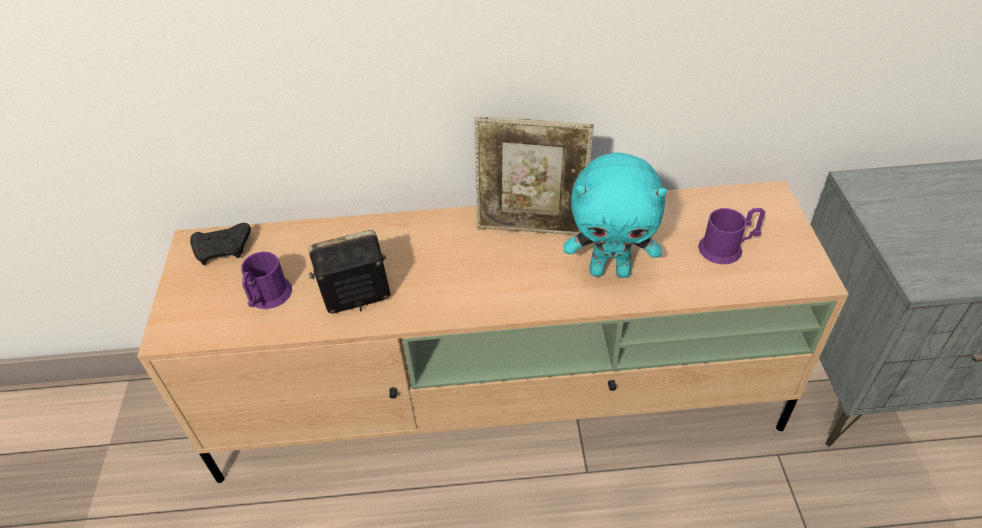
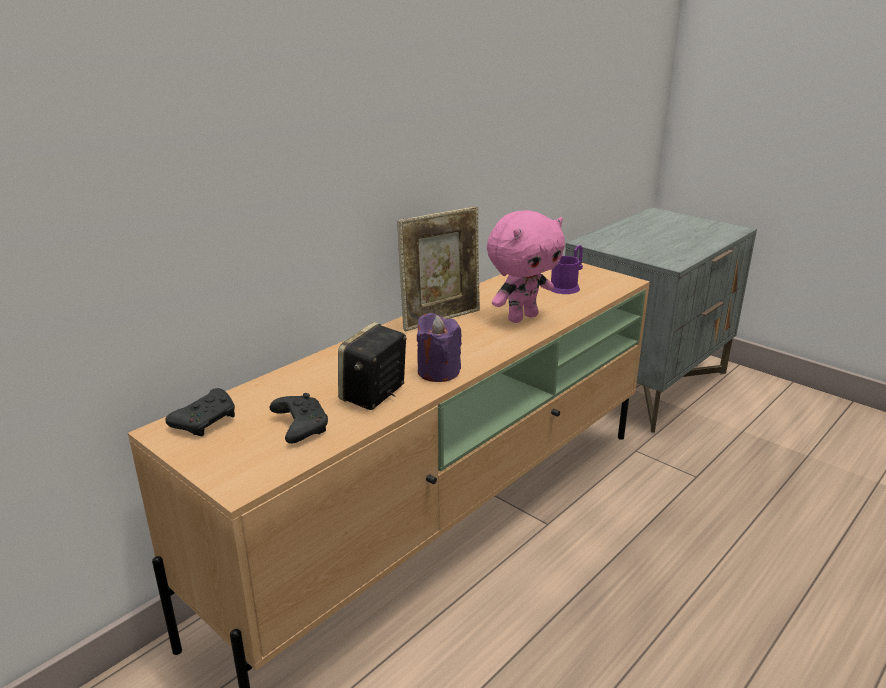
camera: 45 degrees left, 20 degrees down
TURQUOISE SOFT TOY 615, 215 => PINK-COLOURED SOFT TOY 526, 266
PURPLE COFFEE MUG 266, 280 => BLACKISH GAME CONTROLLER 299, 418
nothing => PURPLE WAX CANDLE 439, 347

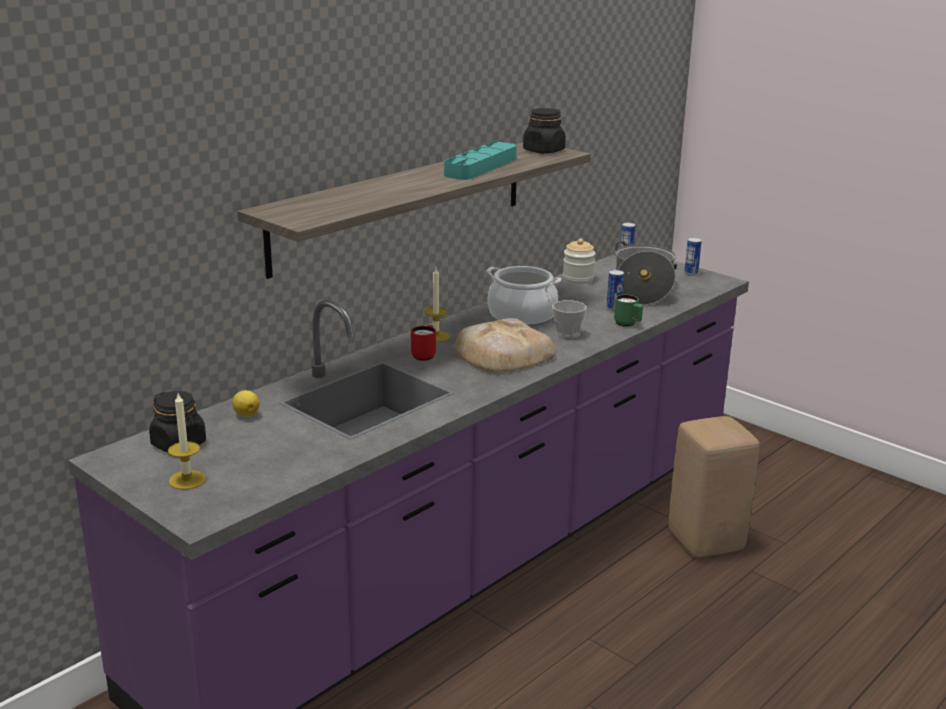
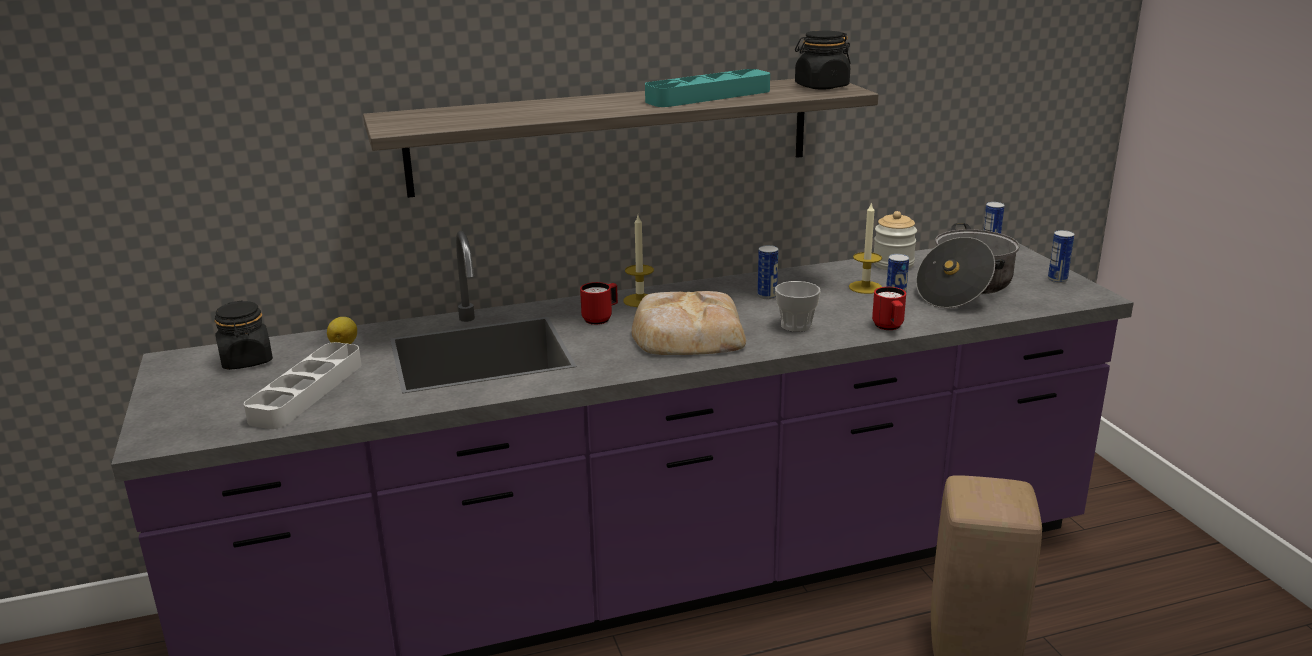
camera: 30 degrees right, 0 degrees up
STOCKPOT 524, 296 => METAL CAN 768, 272
GREENISH COFFEE MUG 628, 310 => RED COFFEE MUG 889, 308
WAX CANDLE 187, 441 => WAX CANDLE 865, 248, shifted
nothing => GRAY TRAY 303, 385

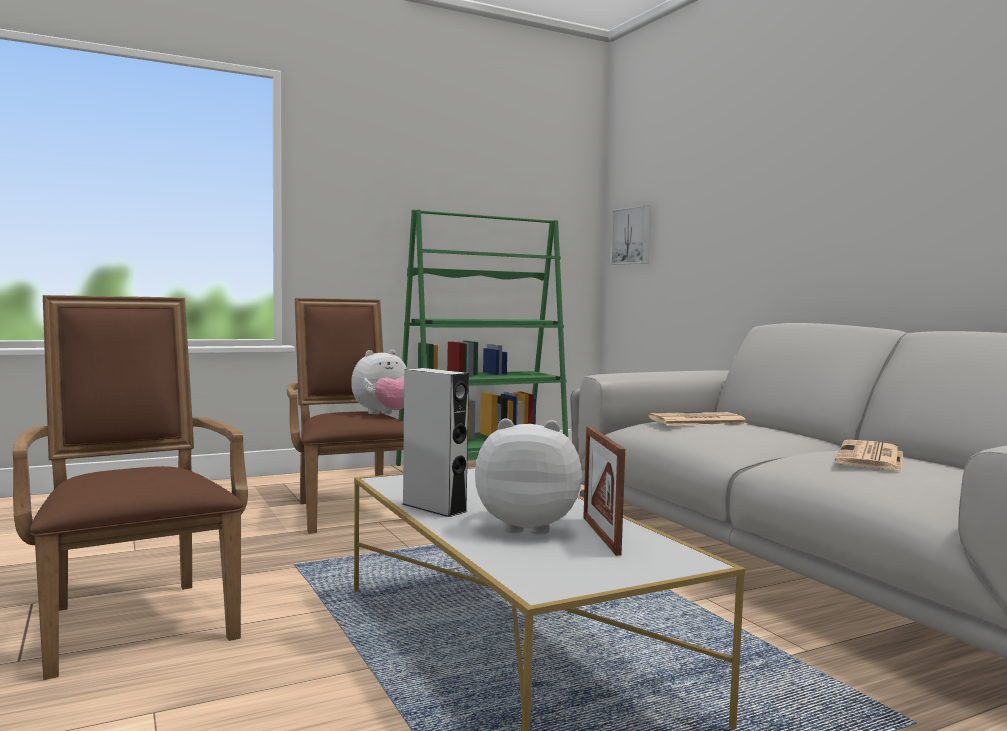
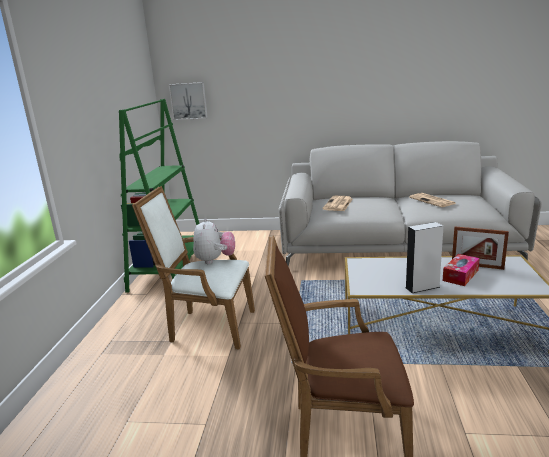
camera: 55 degrees left, 15 degrees up
BROWNISH EASY CHAIR 345, 416 => WHITE EASY CHAIR 193, 267
SOFT TOY 528, 476 => BOX OF TISSUES 461, 270

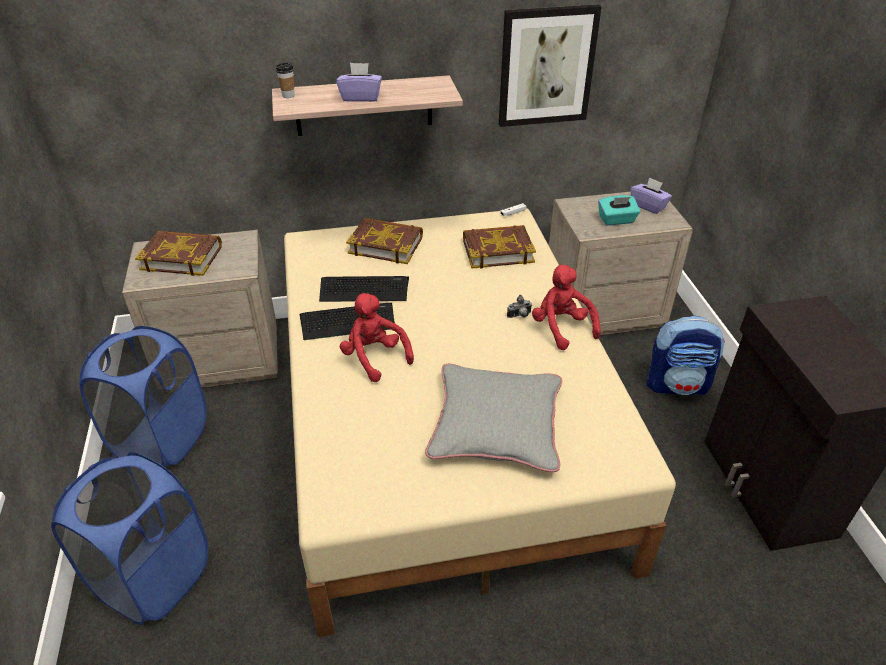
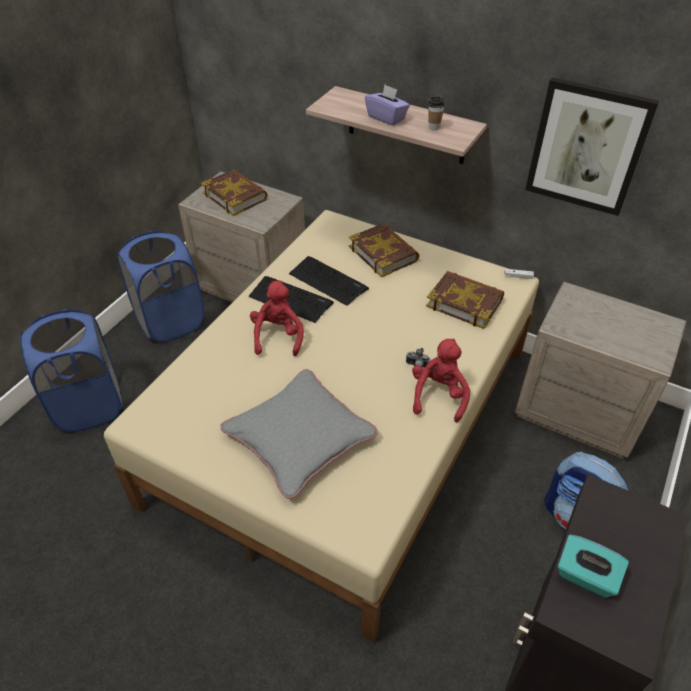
camera: 40 degrees right, 5 degrees up
CUP 285, 80 => CUP 436, 113, shifted
PURPLE BOX OF TISSUES 651, 195 => nothing
TURQUOISE BOX OF TISSUES 619, 210 => TURQUOISE BOX OF TISSUES 593, 566, shifted

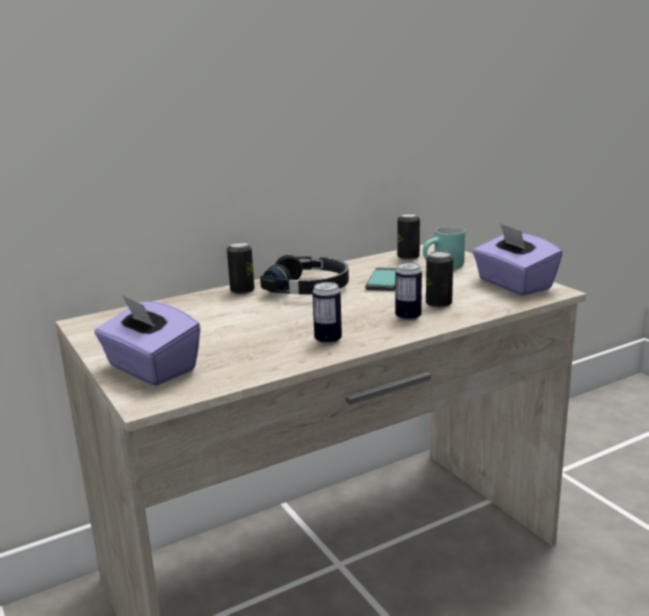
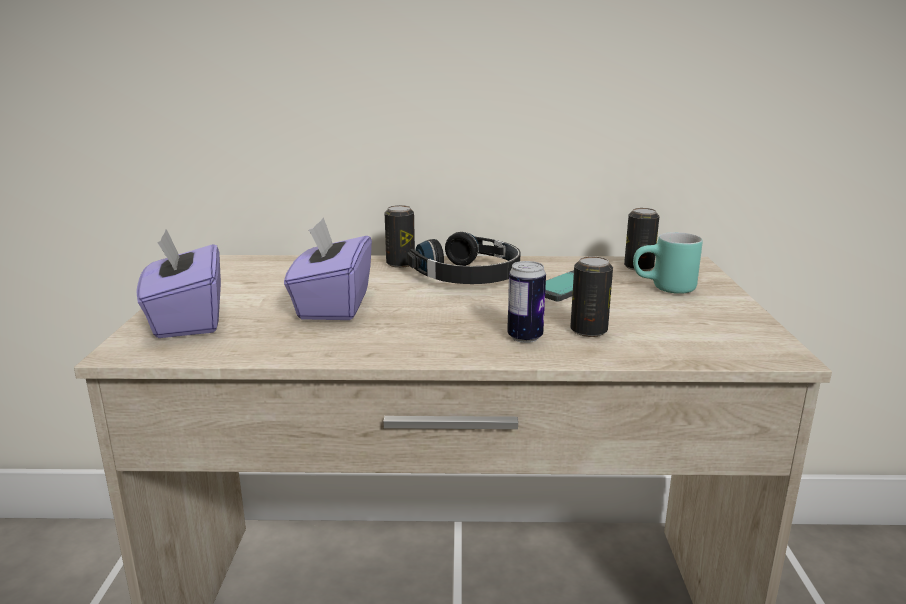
camera: 30 degrees right, 0 degrees up
PURPLE BOX OF TISSUES 518, 259 => PURPLE BOX OF TISSUES 328, 268, shifted
METAL CAN 327, 313 => nothing

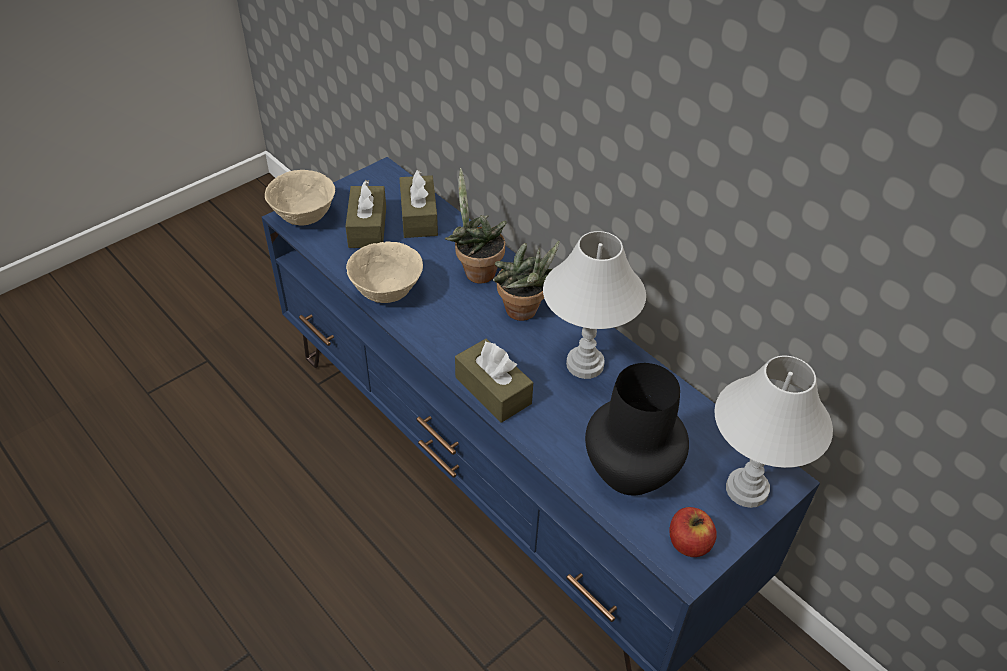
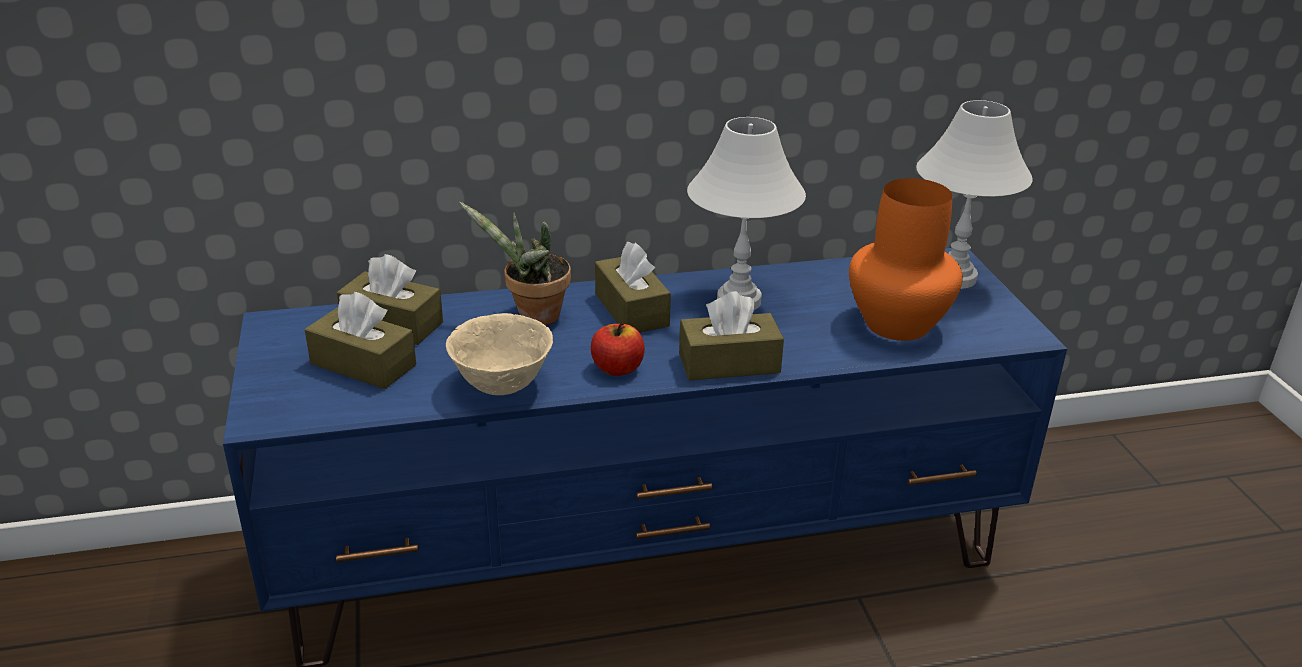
camera: 60 degrees left, 15 degrees down
BEIGE-COLOURED SERVING BOWL 300, 198 => nothing
PLANT IN A POT 526, 280 => BROWNISH BOX OF TISSUES 633, 287
BLACKISH FLOWER VASE 637, 429 => ORANGEY FLOWER VASE 906, 259
APPLE 693, 532 => APPLE 618, 349, shifted

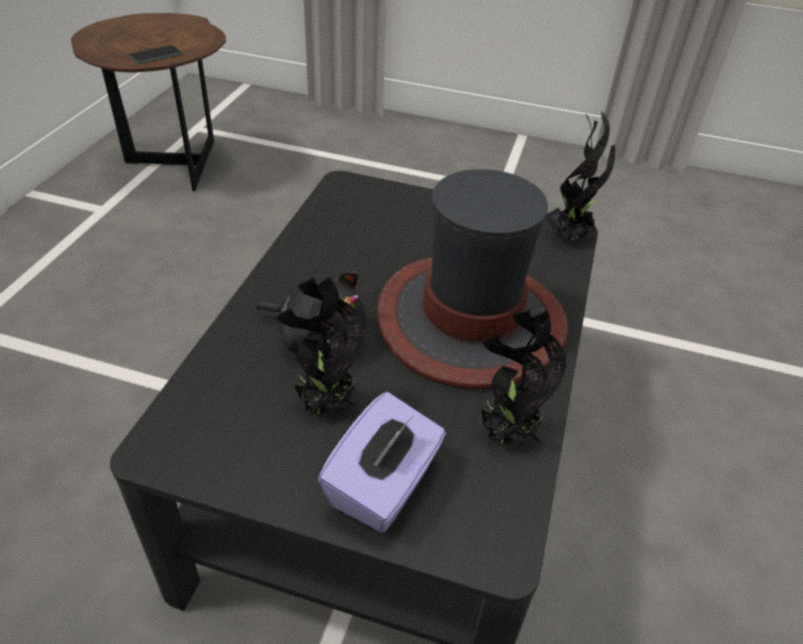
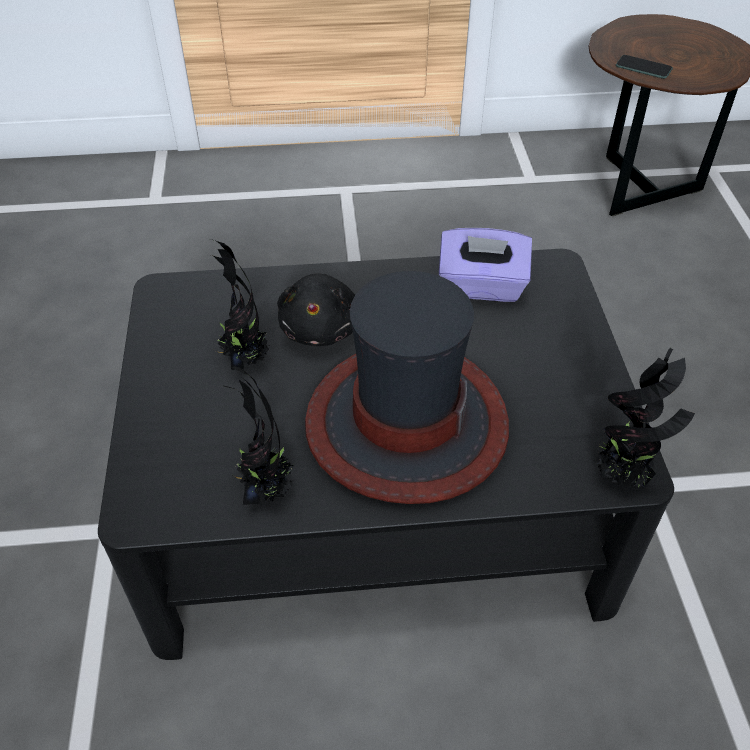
camera: 70 degrees right, 5 degrees up
PURPLE BOX OF TISSUES 382, 462 => PURPLE BOX OF TISSUES 485, 265, shifted

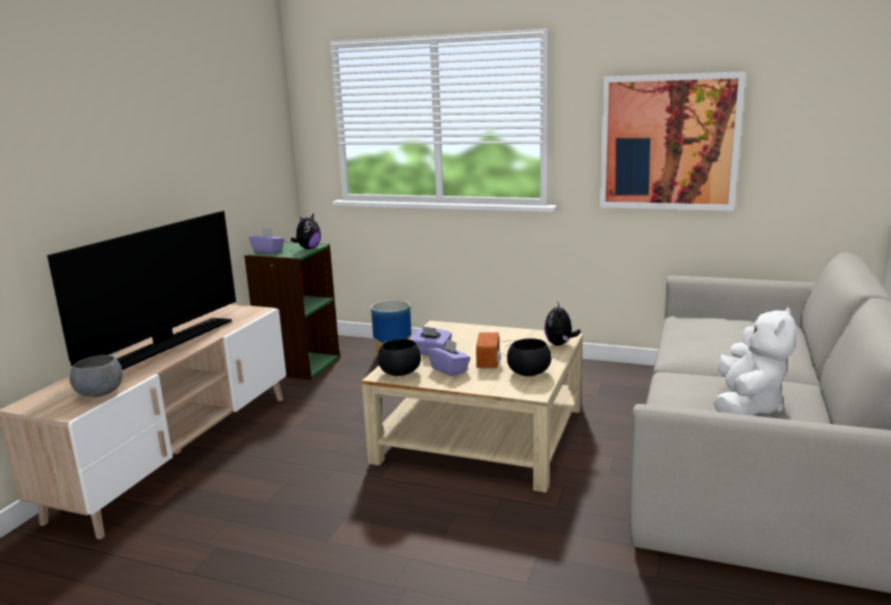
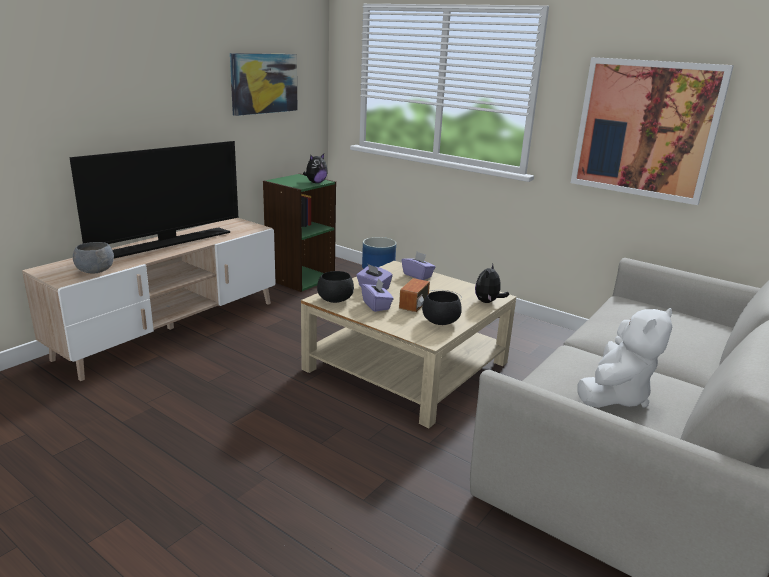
camera: 15 degrees right, 5 degrees up
PURPLE BOX OF TISSUES 266, 241 => PURPLE BOX OF TISSUES 418, 266, shifted
nothing => PICTURE 263, 84

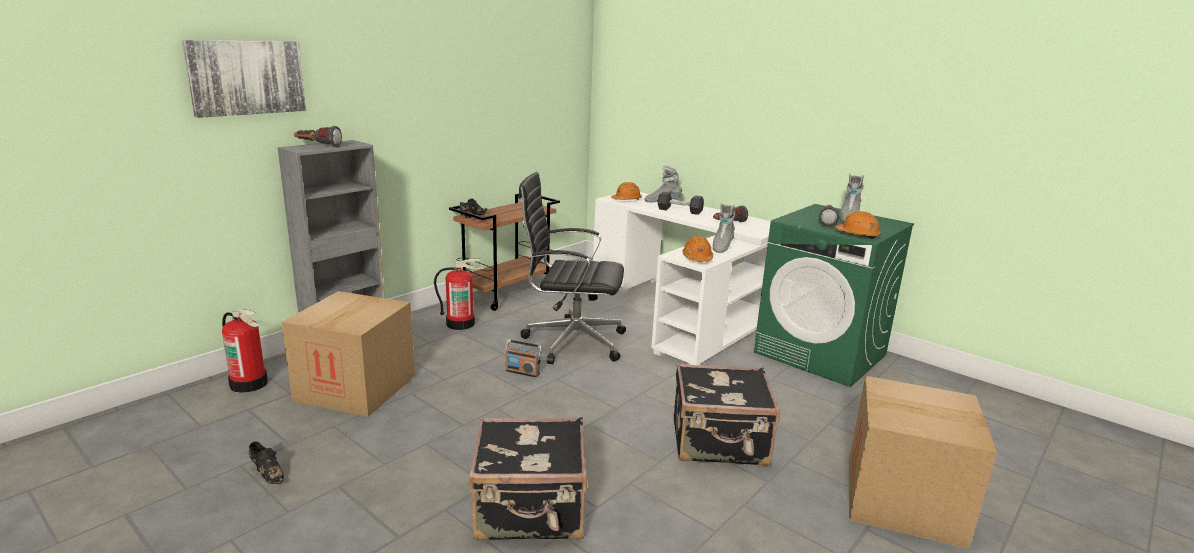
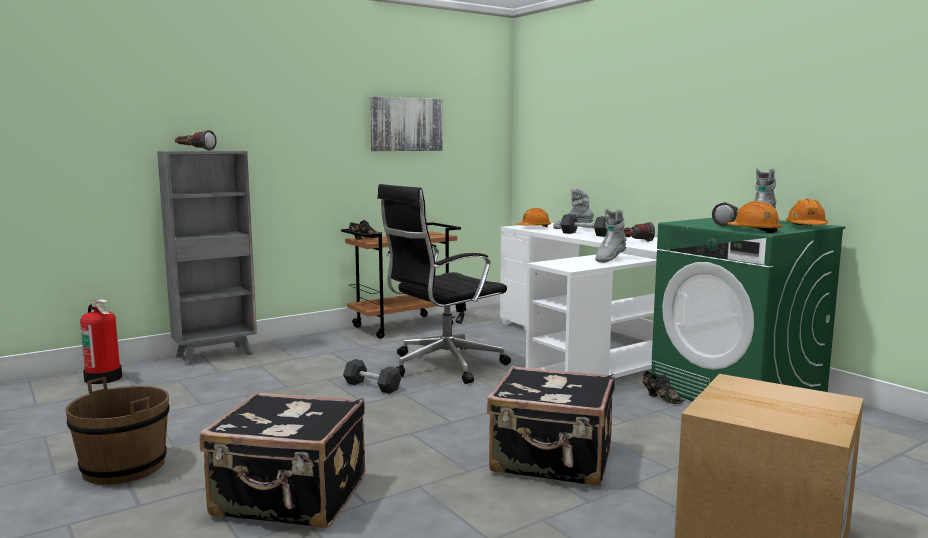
camera: 15 degrees right, 10 degrees down
PICTURE 244, 79 => PICTURE 406, 123, shifted
BLACKISH DESK CHAIR 572, 268 => BLACKISH DESK CHAIR 444, 284, 60 degrees counterclockwise
ORANGEY SAFETY HELMET 697, 248 => ORANGEY SAFETY HELMET 807, 211, shifted
EXTINGUISHER 459, 294 => nothing
CARTON 348, 354 => nothing
RADIO SET 523, 358 => BLACKISH FREE WEIGHT 372, 376
BLACKISH ITEM OF FOOTWEAR 266, 463 => BLACKISH ITEM OF FOOTWEAR 663, 387, shifted
nothing => BROWNISH WATER BUCKET 117, 431

